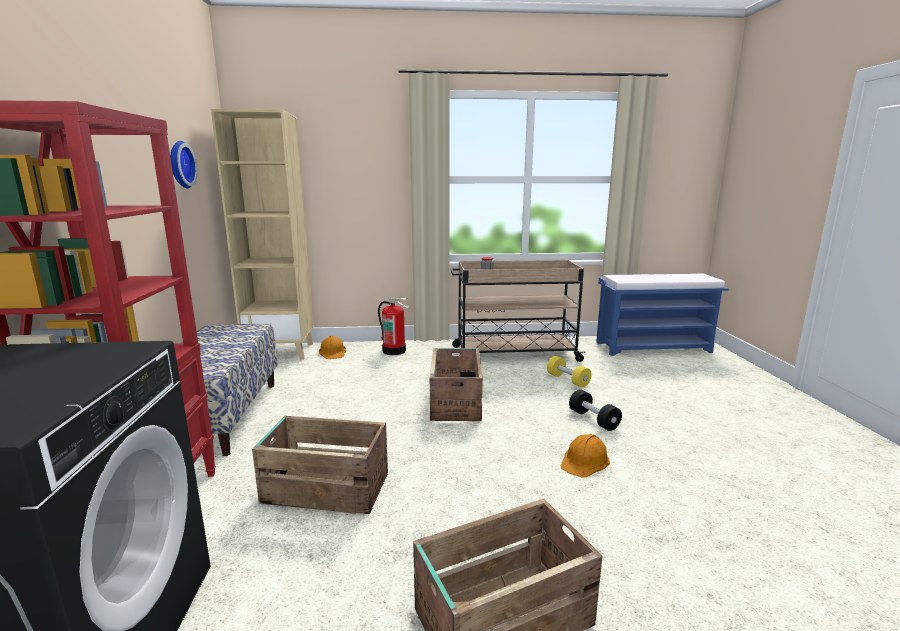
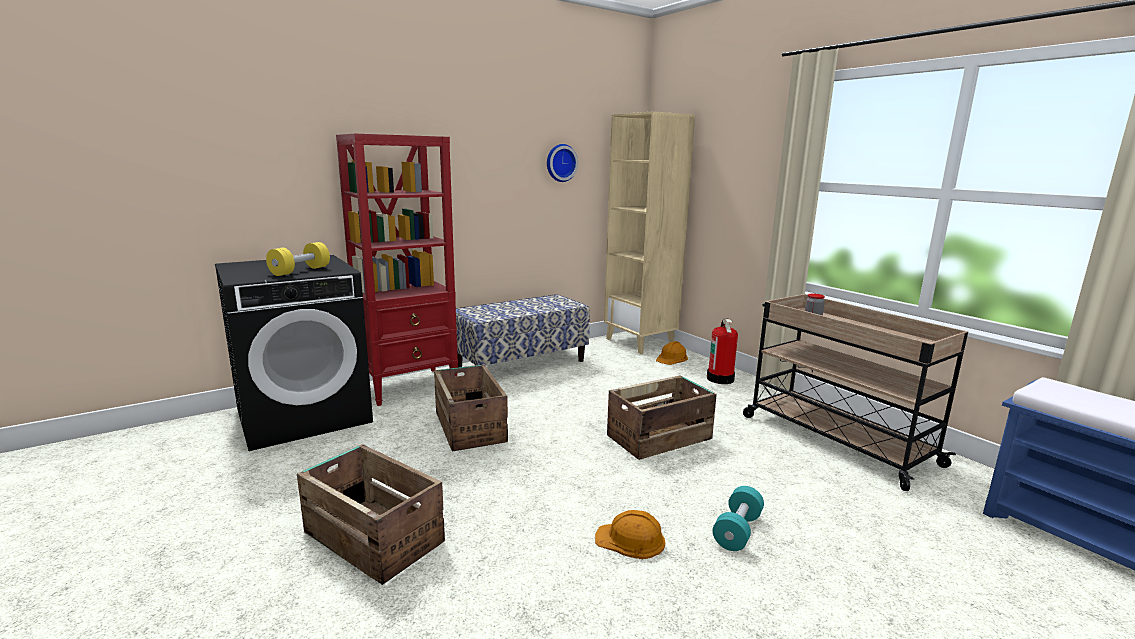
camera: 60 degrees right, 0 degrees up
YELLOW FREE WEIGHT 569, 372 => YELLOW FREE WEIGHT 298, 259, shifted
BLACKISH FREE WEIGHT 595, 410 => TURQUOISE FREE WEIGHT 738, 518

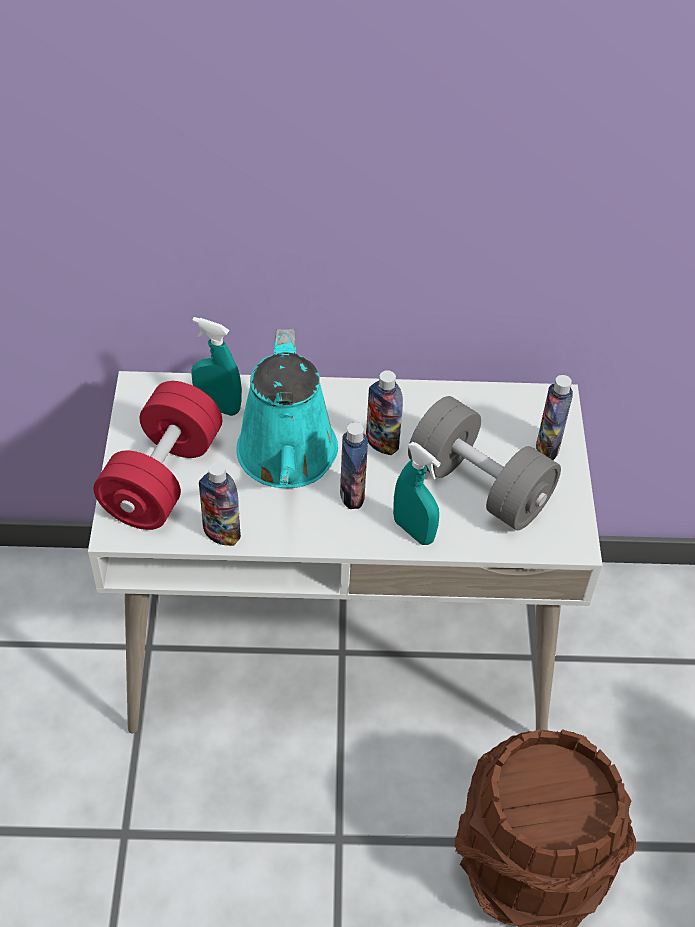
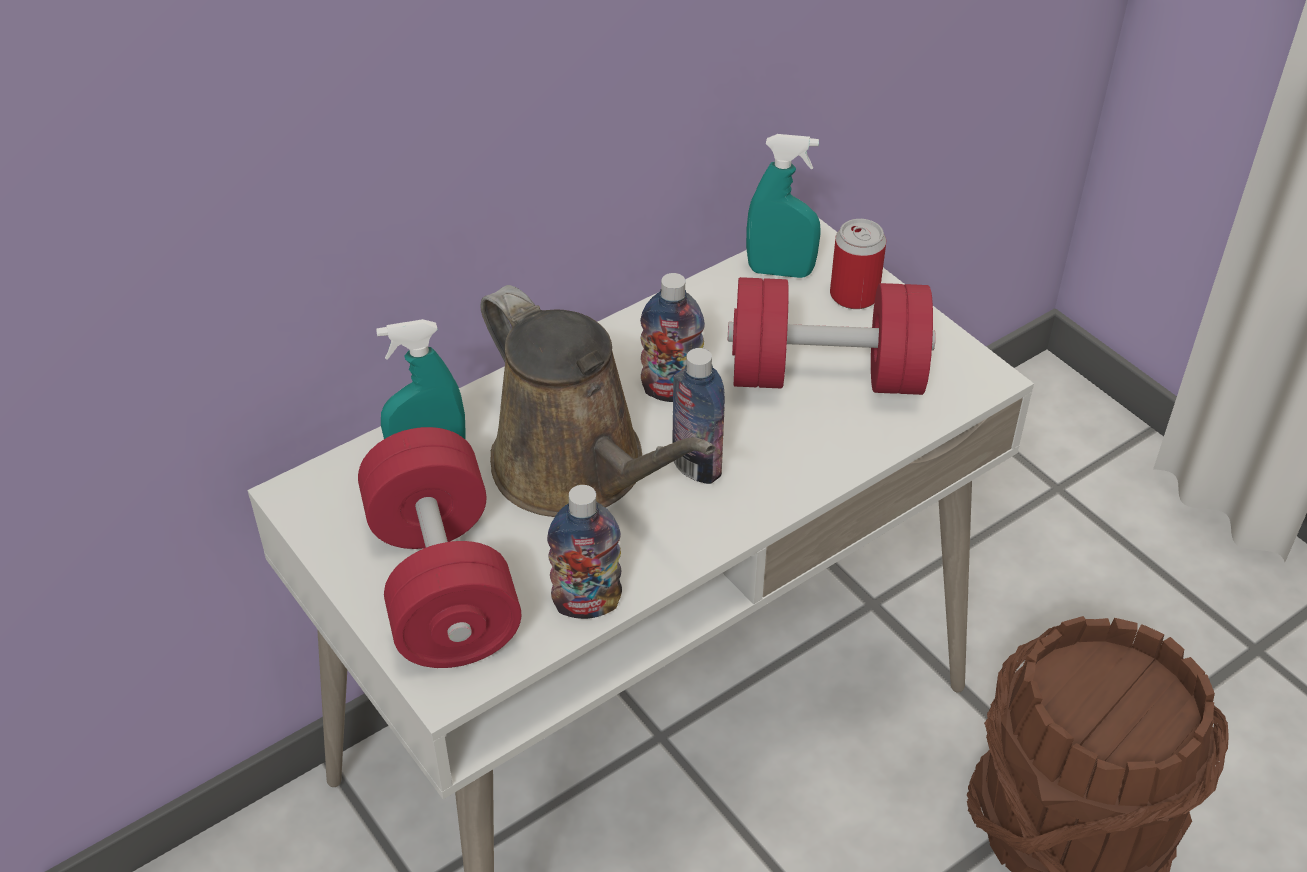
camera: 35 degrees left, 5 degrees down
TURQUOISE WATERING CAN 287, 408 => BROWNISH WATERING CAN 598, 401
DRINK BOTTLE 554, 417 => METAL CAN 858, 264
GRAY FREE WEIGHT 484, 463 => RED FREE WEIGHT 832, 336
TURQUOISE HAND SPRAYER 417, 493 => TURQUOISE HAND SPRAYER 783, 206, shifted

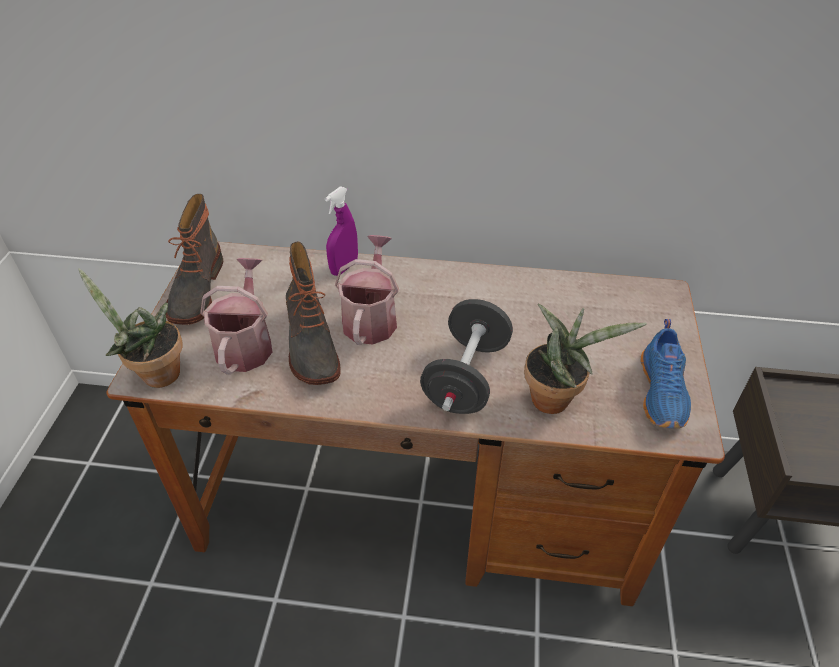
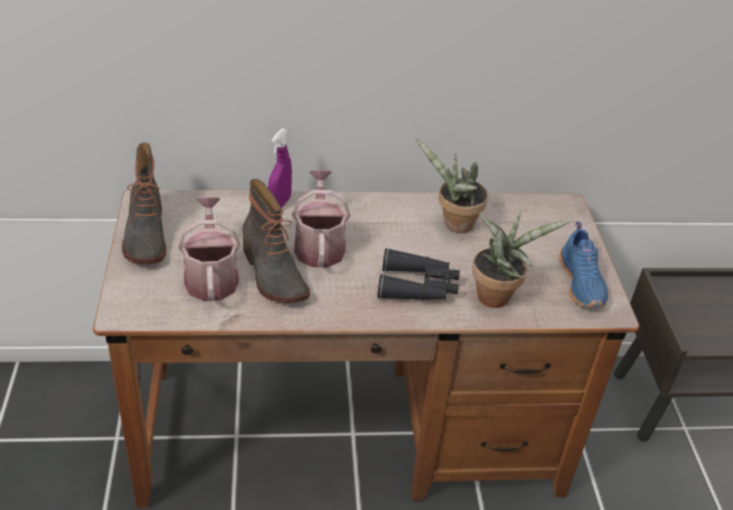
camera: 15 degrees left, 5 degrees down
PLANT IN A POT 130, 328 => PLANT IN A POT 451, 185, shifted
BLACKISH FREE WEIGHT 466, 356 => BLACKISH BINOCULARS 418, 274

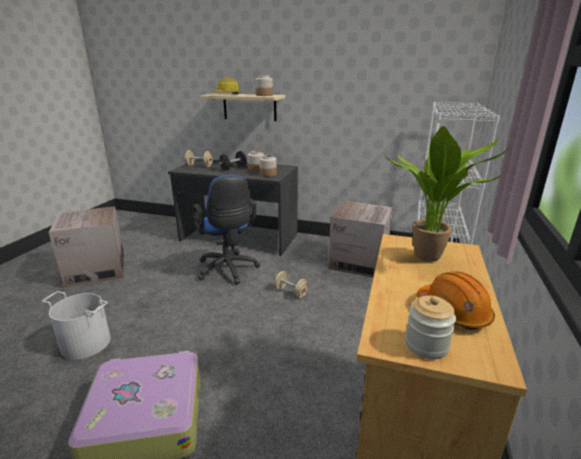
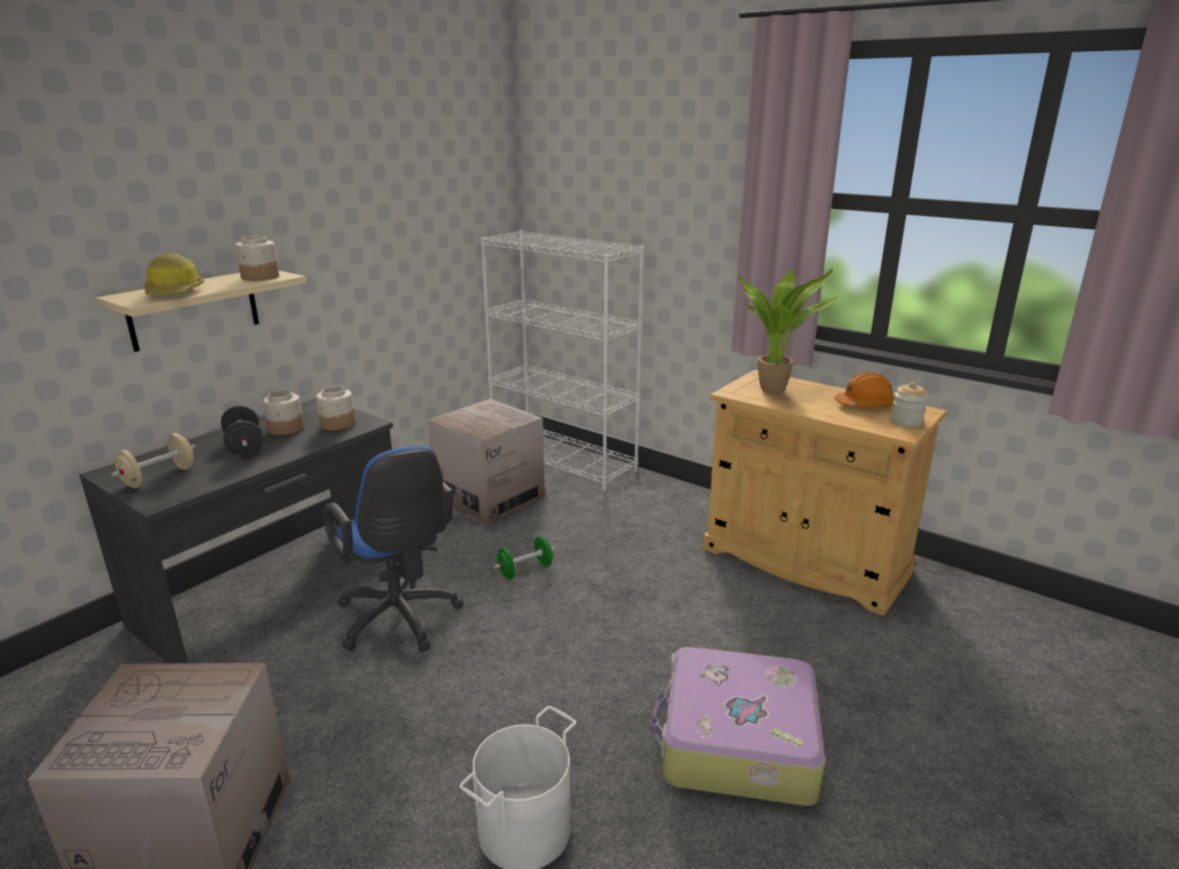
camera: 70 degrees left, 0 degrees up
BLUE-COLOURED DESK CHAIR 226, 229 => BLUE-COLOURED DESK CHAIR 393, 549, 60 degrees clockwise
BEIGE-COLOURED FREE WEIGHT 291, 284 => GREENISH FREE WEIGHT 524, 557

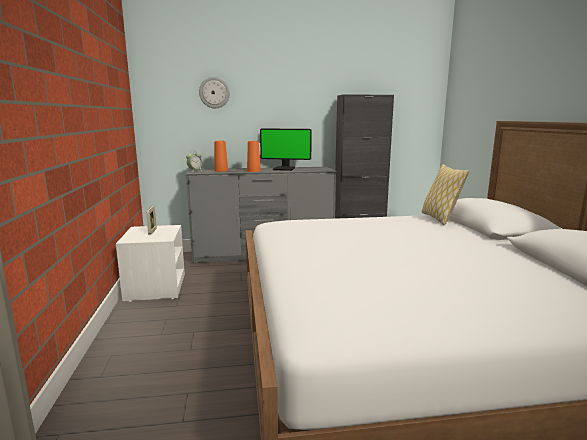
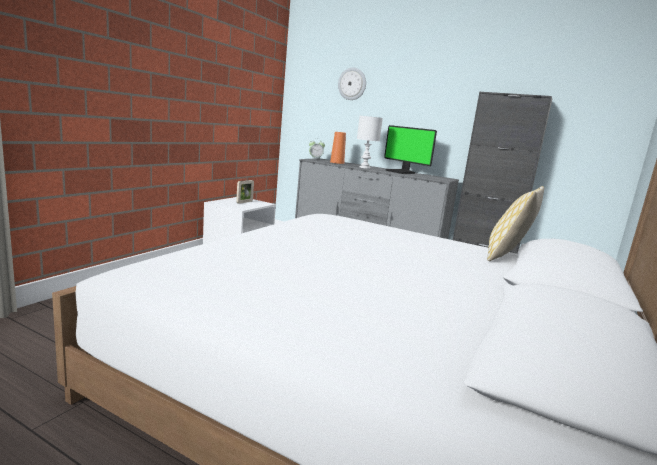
camera: 35 degrees right, 0 degrees up
ORANGEY FLOWER VASE 254, 156 => WHITE TABLE LAMP 370, 142

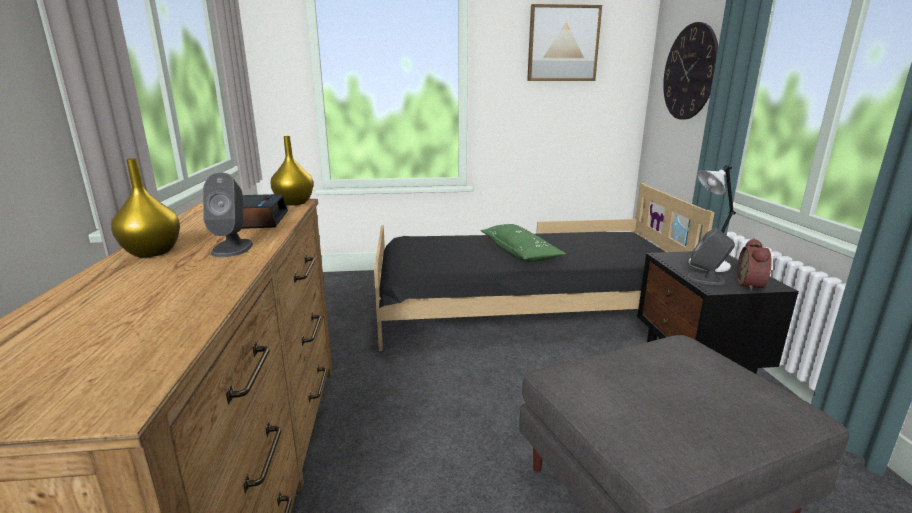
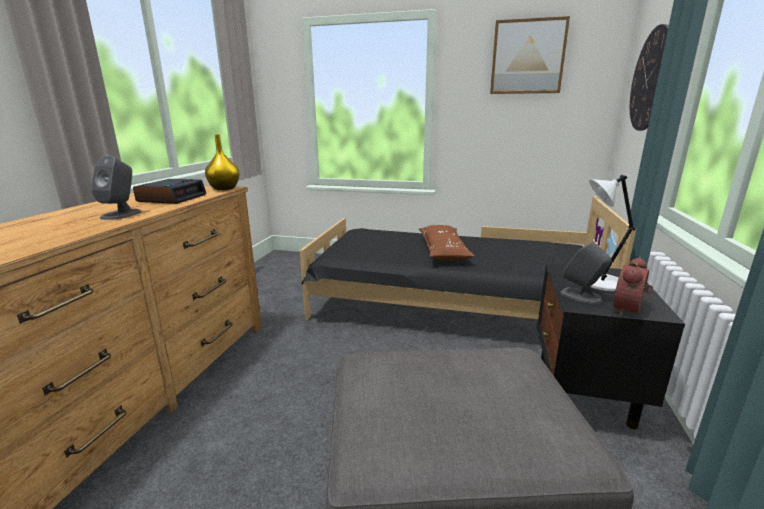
camera: 20 degrees right, 0 degrees up
YELLOW FLOWER VASE 145, 207 => nothing
GREENISH PILLOW 523, 243 => BROWNISH PILLOW 447, 242

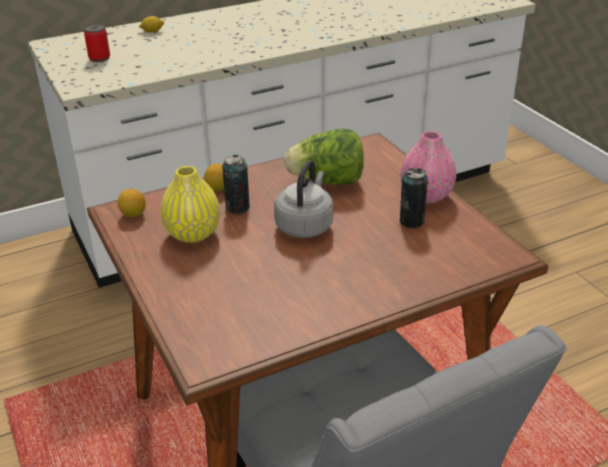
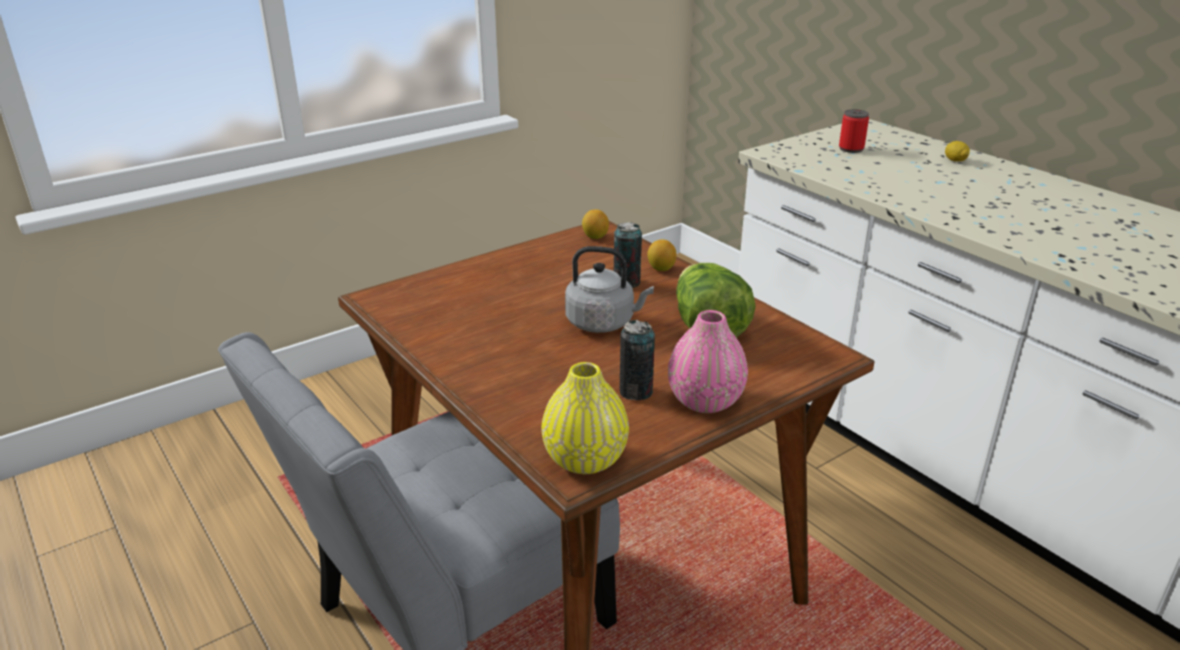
camera: 80 degrees right, 5 degrees down
YELLOW FLOWER VASE 190, 204 => YELLOW FLOWER VASE 585, 418, shifted

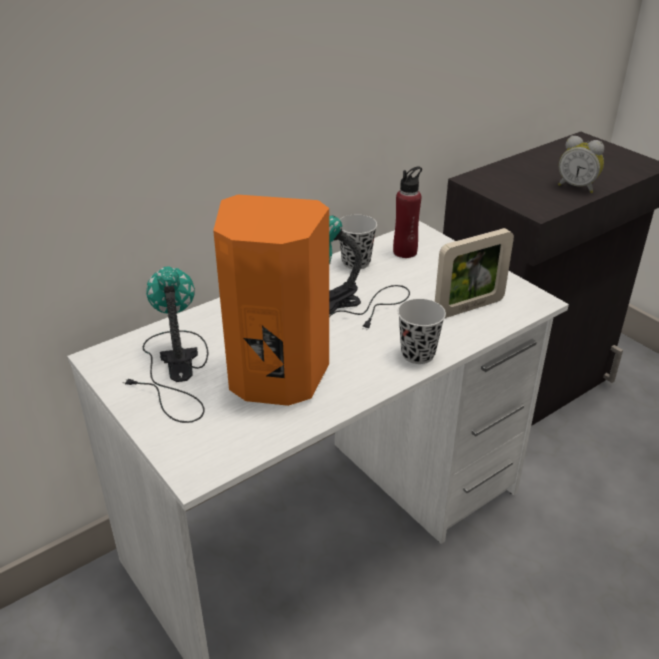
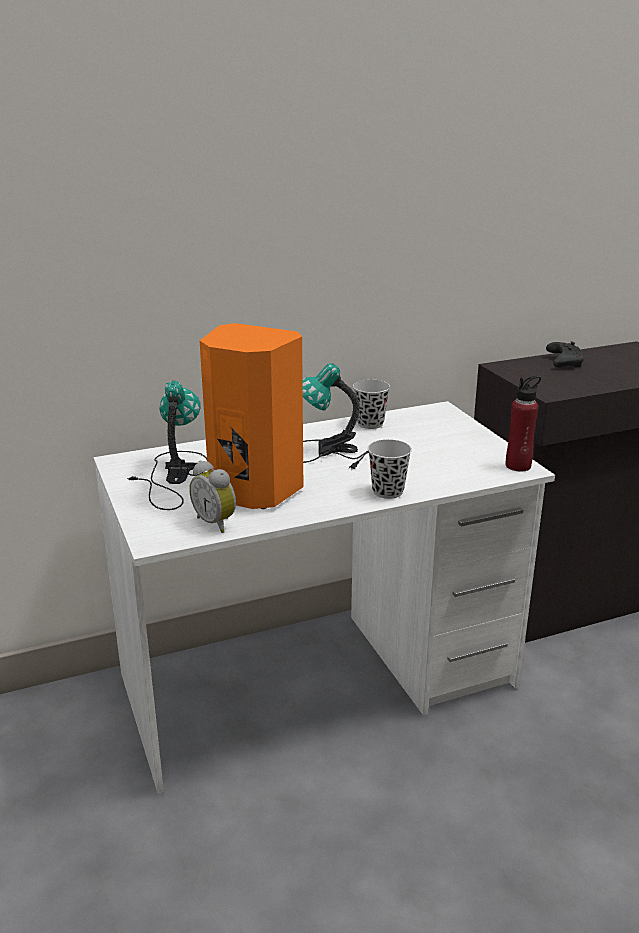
camera: 15 degrees right, 10 degrees down
ALARM CLOCK 581, 164 => ALARM CLOCK 212, 496, shifted
RED DRINK BOTTLE 407, 212 => RED DRINK BOTTLE 523, 424, shifted
PICTURE FRAME 474, 273 => nothing
nothing => BLACKISH GAME CONTROLLER 565, 354

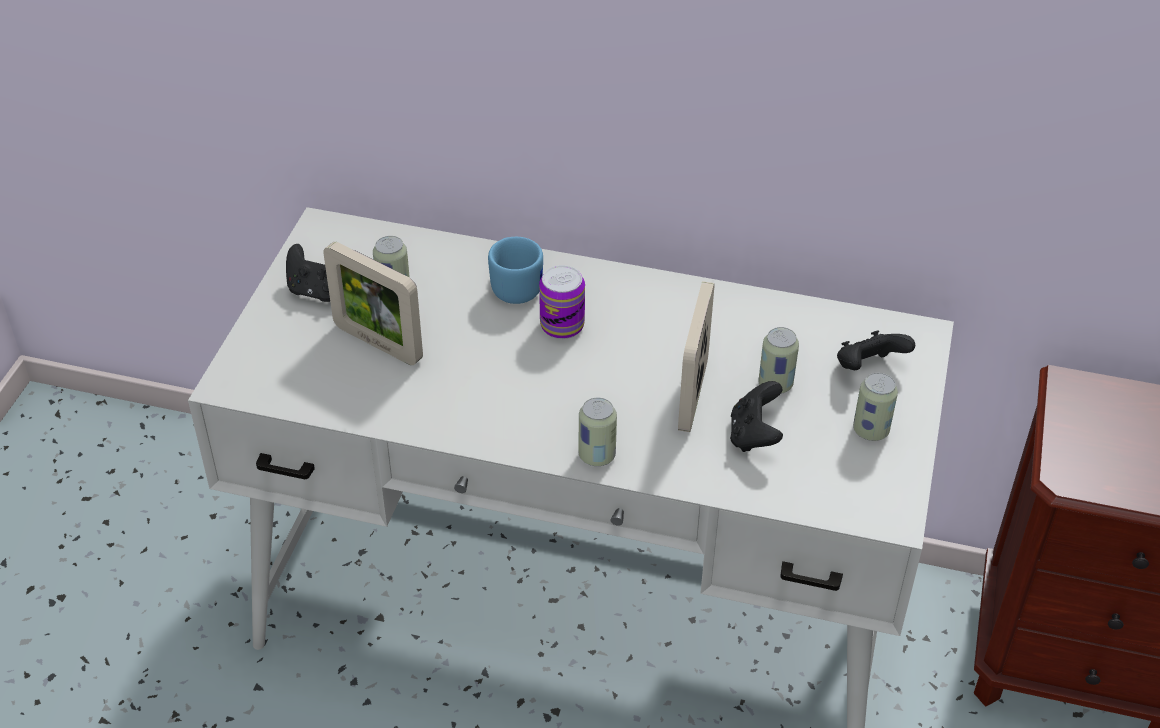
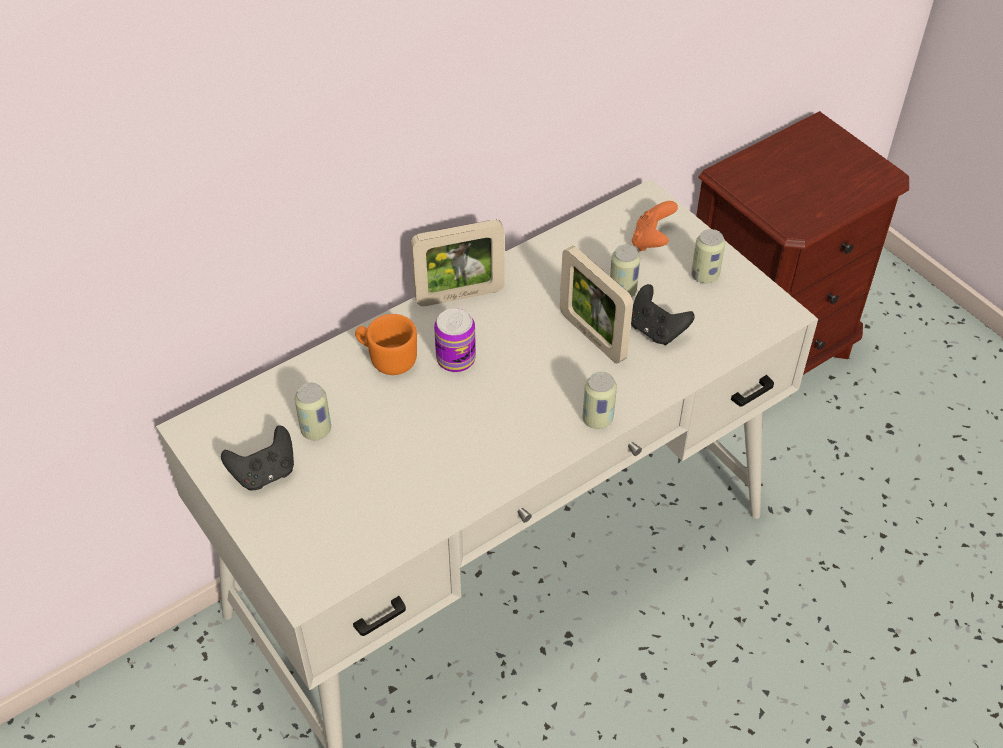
camera: 50 degrees left, 5 degrees up
BLUE-COLOURED COFFEE MUG 515, 270 => ORANGEY COFFEE MUG 386, 344
PICTURE FRAME 373, 303 => PICTURE FRAME 458, 263, shifted
BLACKISH GAME CONTROLLER 876, 350 => ORANGEY GAME CONTROLLER 655, 226

